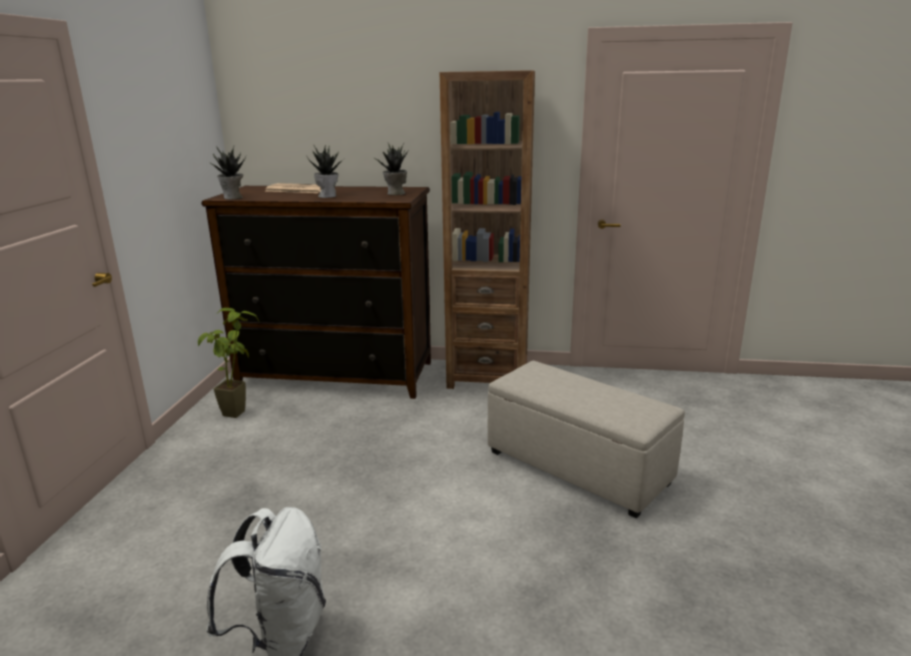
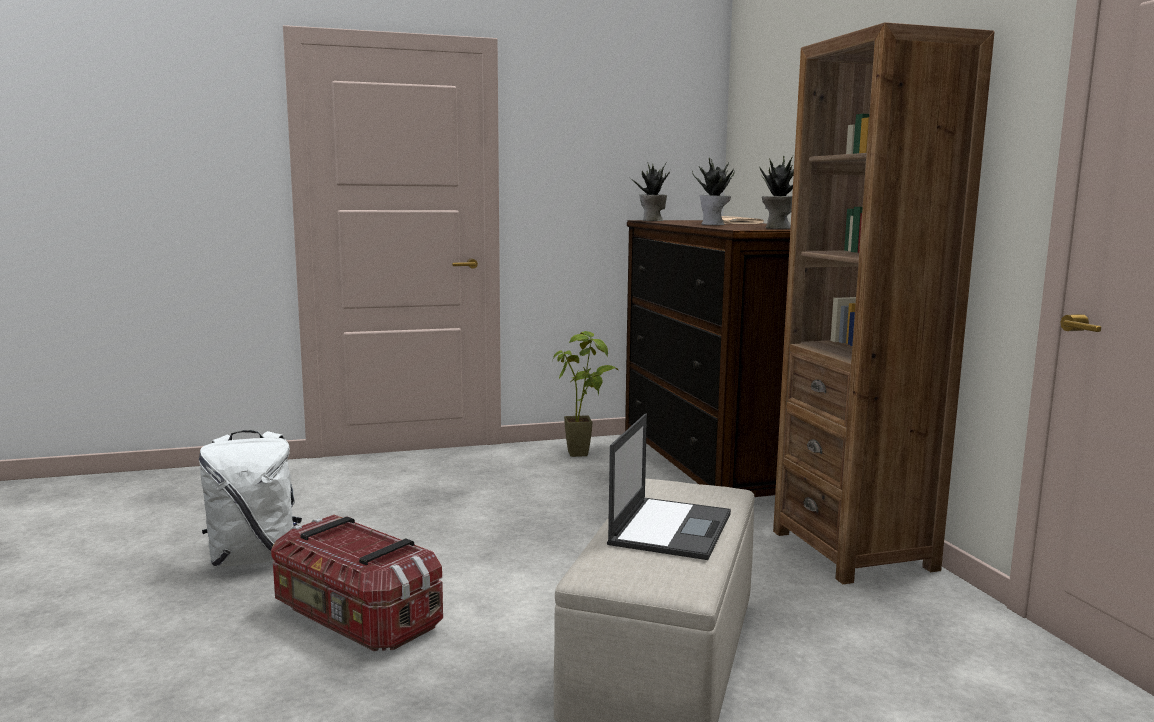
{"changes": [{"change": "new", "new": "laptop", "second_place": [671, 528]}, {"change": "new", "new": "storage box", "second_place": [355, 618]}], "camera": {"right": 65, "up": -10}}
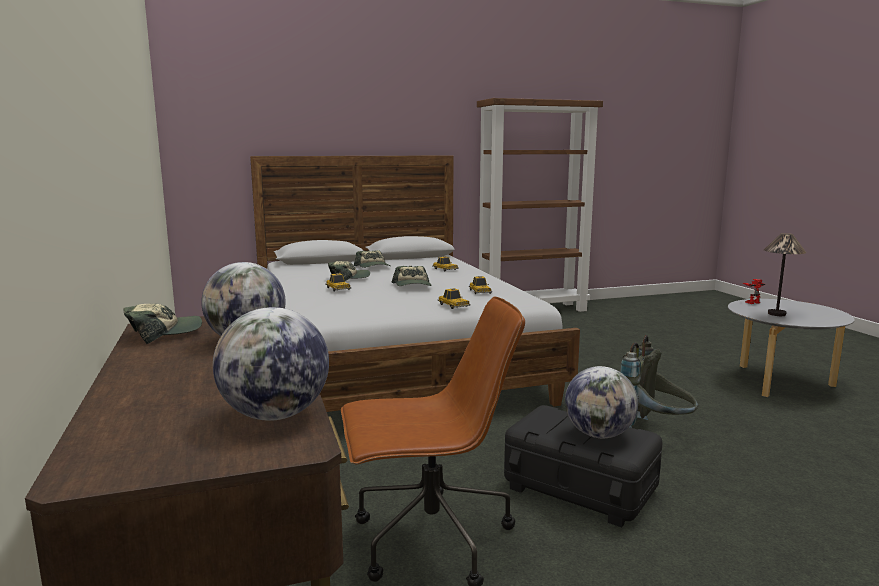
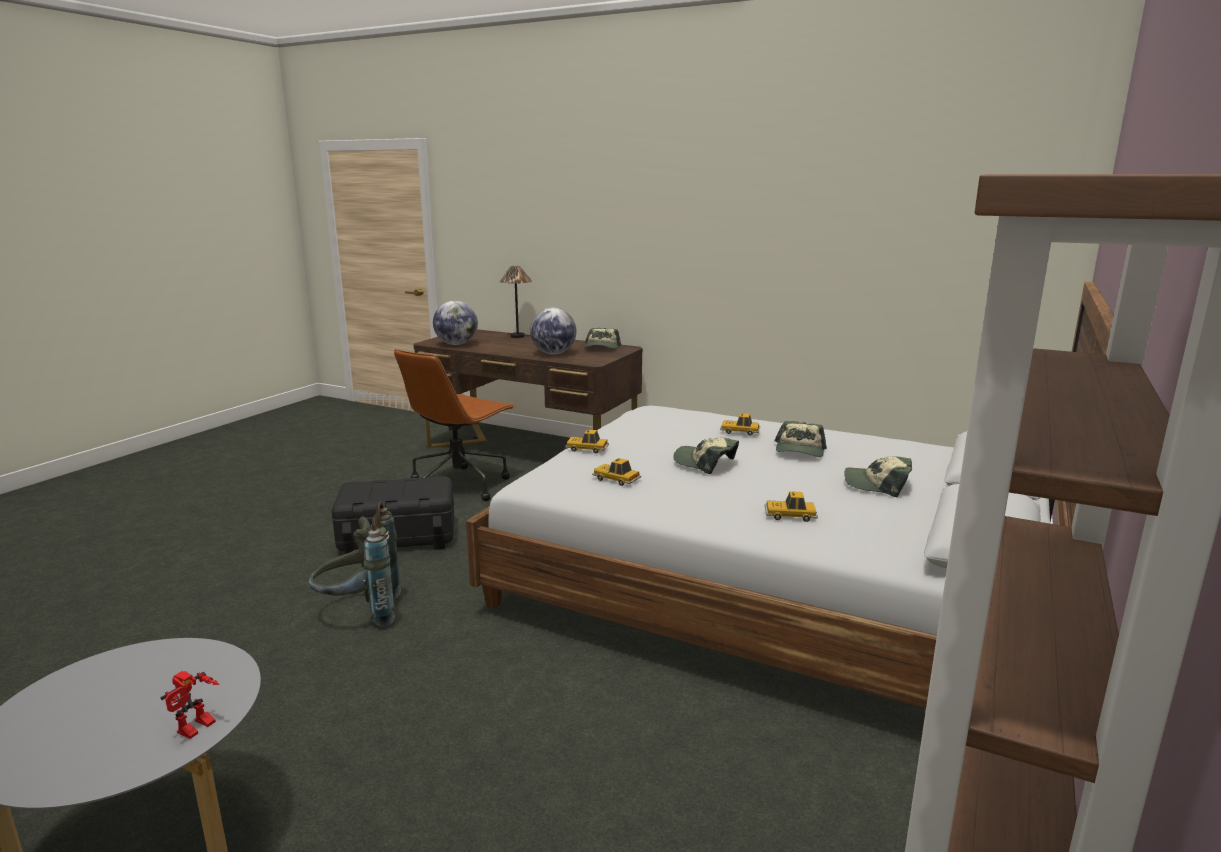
{"changes": [{"change": "shifted", "old": "table lamp", "first_place": [776, 314], "second_place": [517, 336]}, {"change": "gone", "old": "globe", "first_place": [599, 434]}], "camera": {"right": 135, "up": 5}}
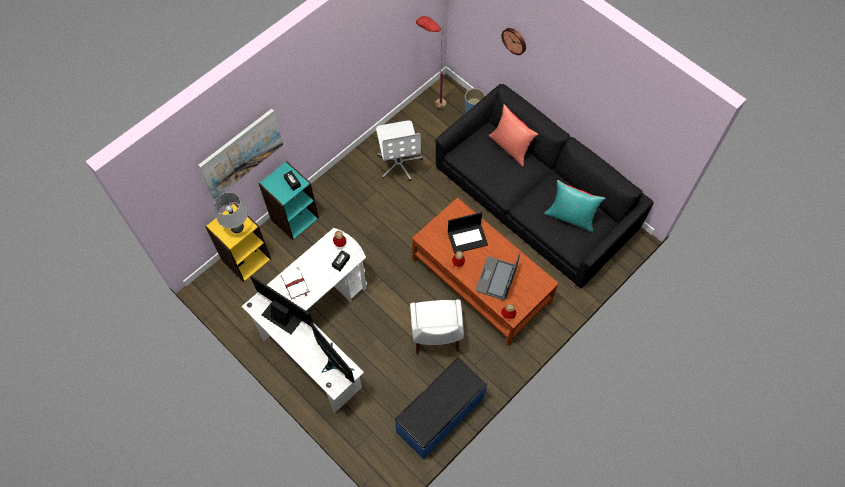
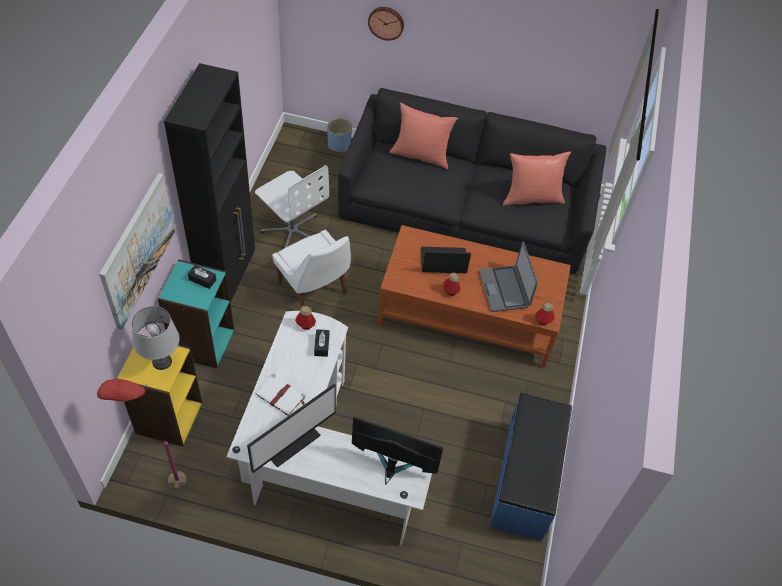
{"changes": [{"change": "shifted", "old": "floor lamp (red)", "first_place": [431, 104], "second_place": [162, 487]}, {"change": "repainted", "old": "pillow (turquoise)", "new": "pillow (red)", "first_place": [571, 217], "second_place": [532, 197]}, {"change": "rotated", "old": "laptop", "first_place": [467, 238], "second_place": [443, 261], "degrees": -135}, {"change": "rotated", "old": "monitor", "first_place": [283, 315], "second_place": [290, 441], "degrees": 135}, {"change": "shifted", "old": "chair (white)", "first_place": [436, 337], "second_place": [314, 290]}, {"change": "new", "new": "cabinet (black)", "second_place": [229, 281]}], "camera": {"right": -35, "up": -10}}
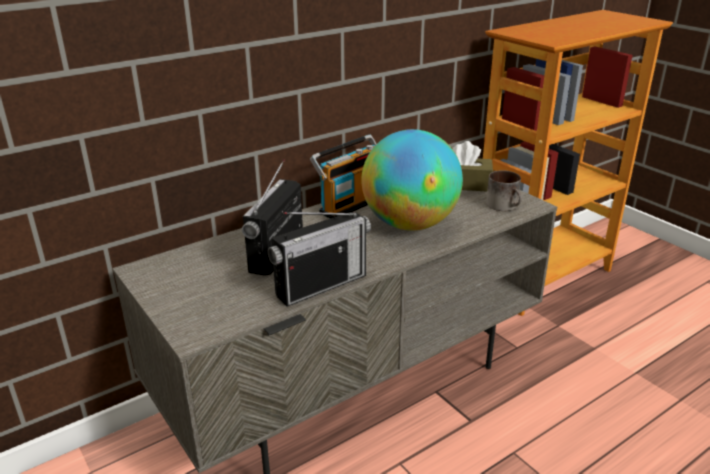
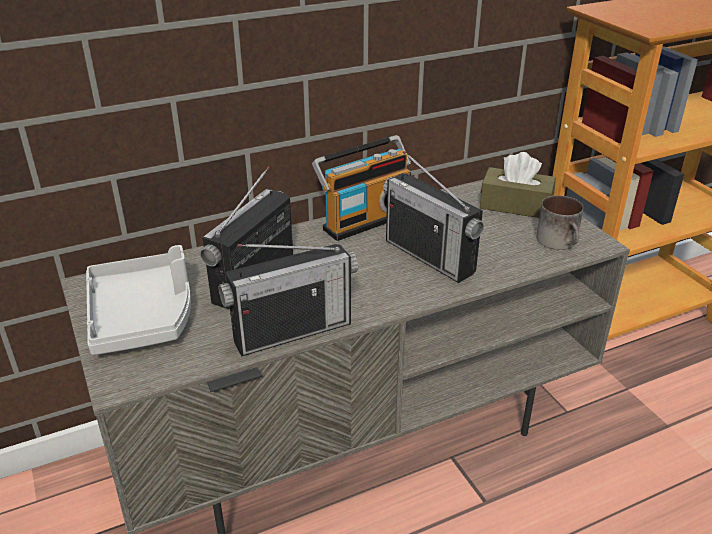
{"changes": [{"change": "swapped", "old": "globe", "new": "radio", "first_place": [410, 224], "second_place": [429, 256]}, {"change": "new", "new": "tray (grey)", "second_place": [143, 315]}], "camera": {"right": 10, "up": 5}}
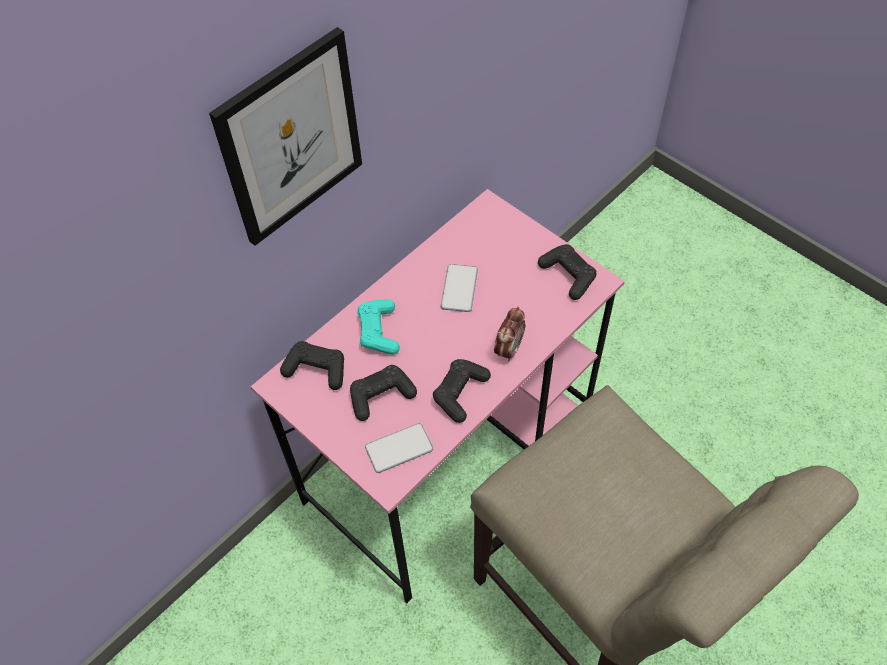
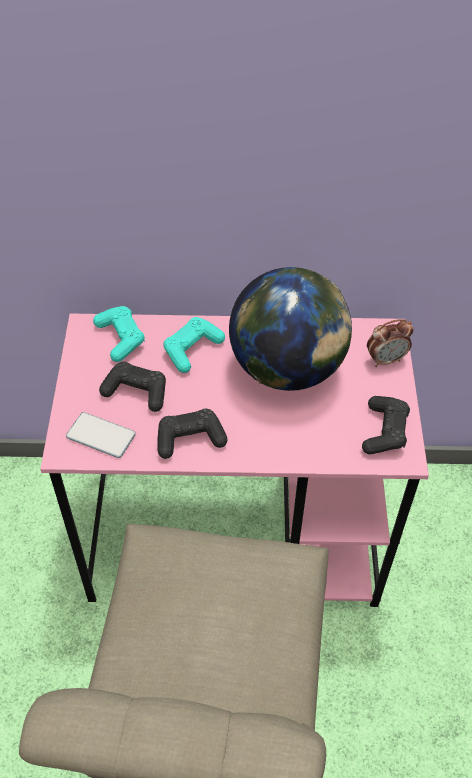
{"changes": [{"change": "gone", "old": "picture", "first_place": [291, 139]}, {"change": "swapped", "old": "phone", "new": "globe", "first_place": [459, 289], "second_place": [287, 369]}, {"change": "shifted", "old": "alarm clock", "first_place": [508, 349], "second_place": [386, 360]}, {"change": "repainted", "old": "game controller (black)", "new": "game controller (turquoise)", "first_place": [316, 369], "second_place": [120, 338]}], "camera": {"right": 45, "up": -5}}
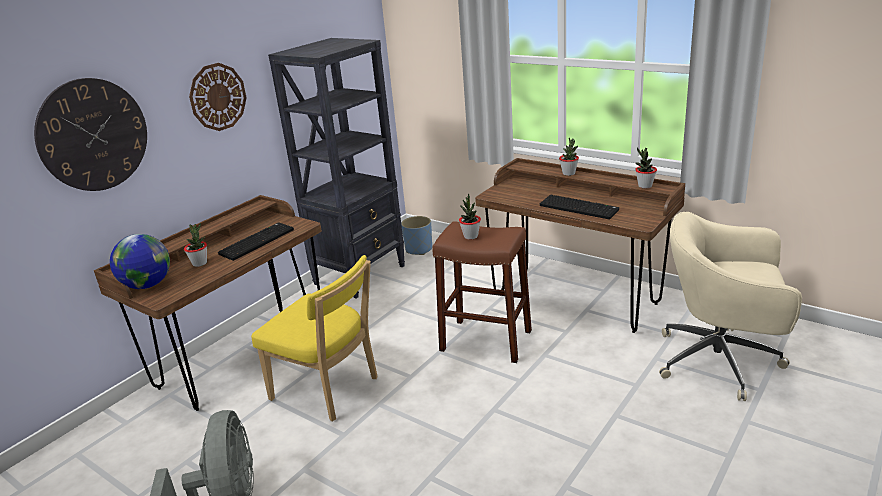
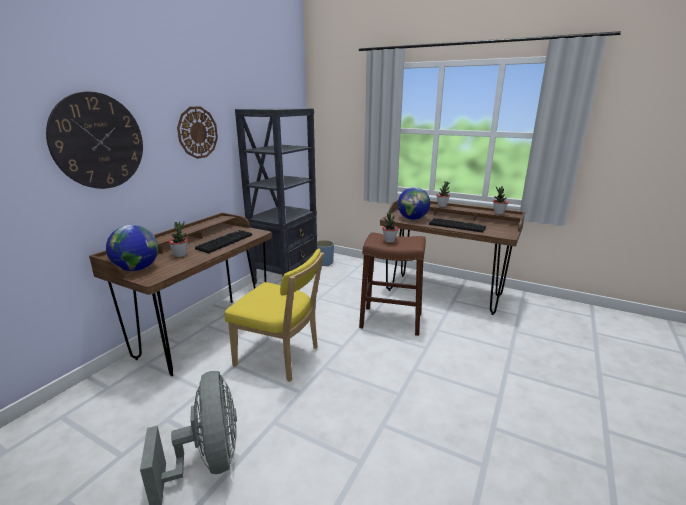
{"changes": [{"change": "gone", "old": "office chair (beige)", "first_place": [721, 361]}, {"change": "new", "new": "globe", "second_place": [413, 219]}], "camera": {"right": -10, "up": -5}}
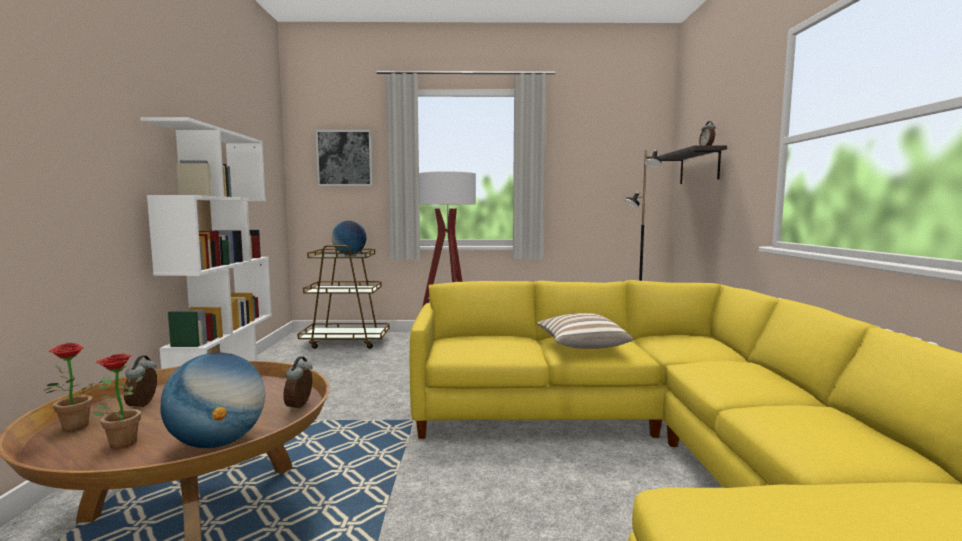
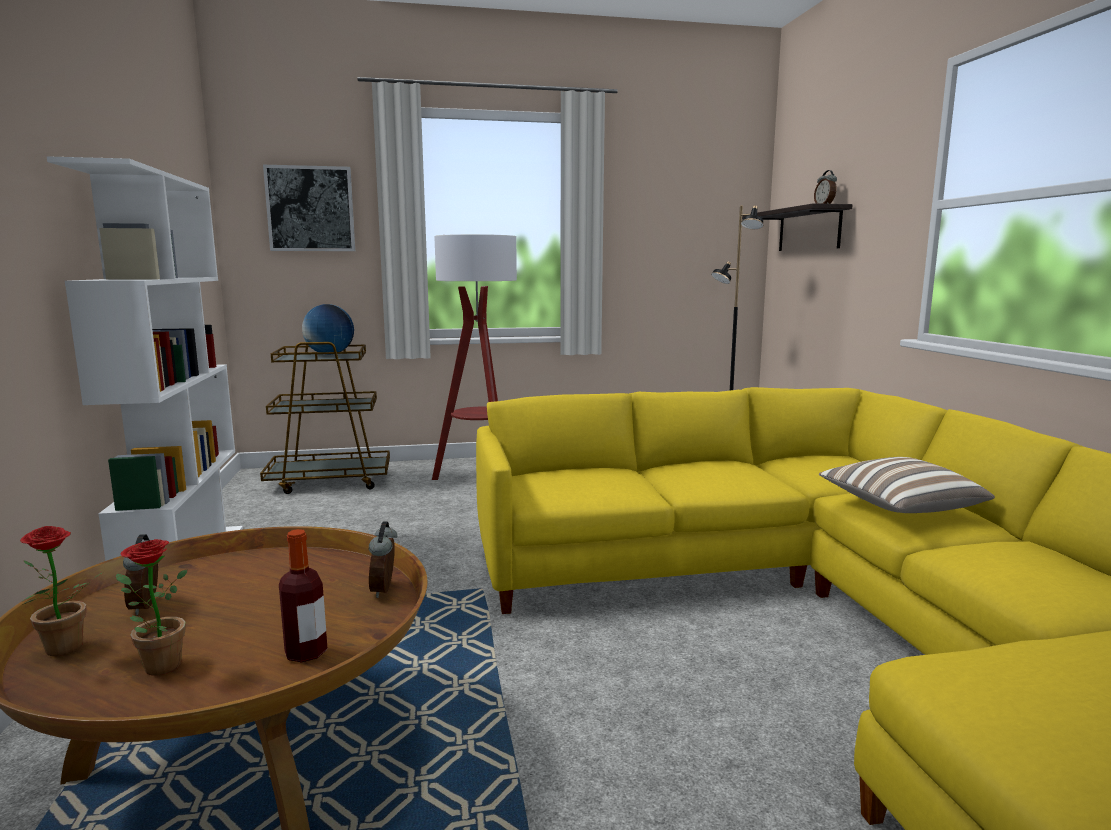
{"changes": [{"change": "shifted", "old": "pillow", "first_place": [581, 346], "second_place": [898, 507]}, {"change": "swapped", "old": "globe", "new": "bottle", "first_place": [218, 443], "second_place": [306, 653]}], "camera": {"right": -10, "up": 5}}
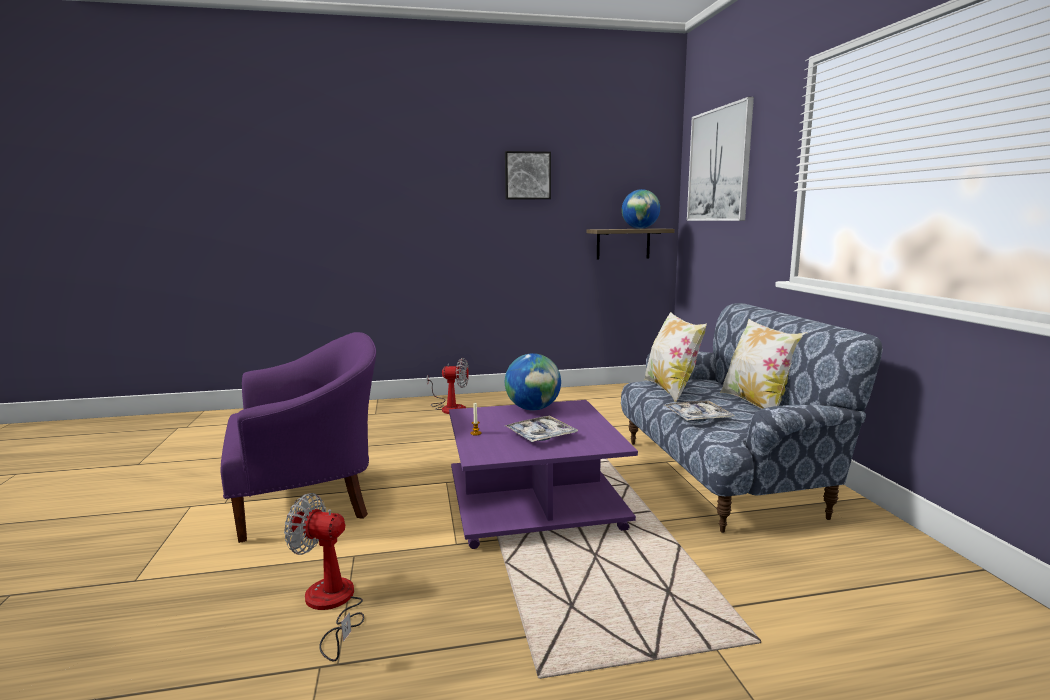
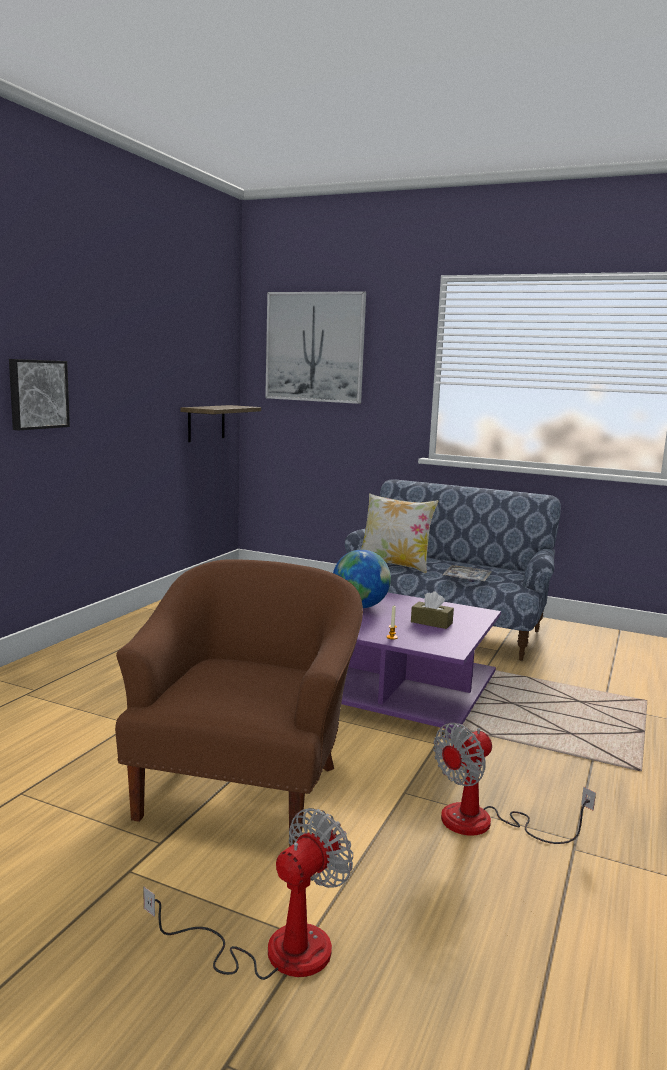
{"changes": [{"change": "shifted", "old": "picture", "first_place": [527, 175], "second_place": [37, 394]}, {"change": "gone", "old": "globe", "first_place": [640, 228]}, {"change": "gone", "old": "pillow", "first_place": [757, 403]}, {"change": "repainted", "old": "armchair (purple)", "new": "armchair (brown)", "first_place": [310, 501], "second_place": [245, 788]}, {"change": "shifted", "old": "fan", "first_place": [449, 408], "second_place": [274, 949]}, {"change": "swapped", "old": "tray", "new": "tissue box (brown)", "first_place": [540, 436], "second_place": [431, 622]}], "camera": {"right": -55, "up": 0}}
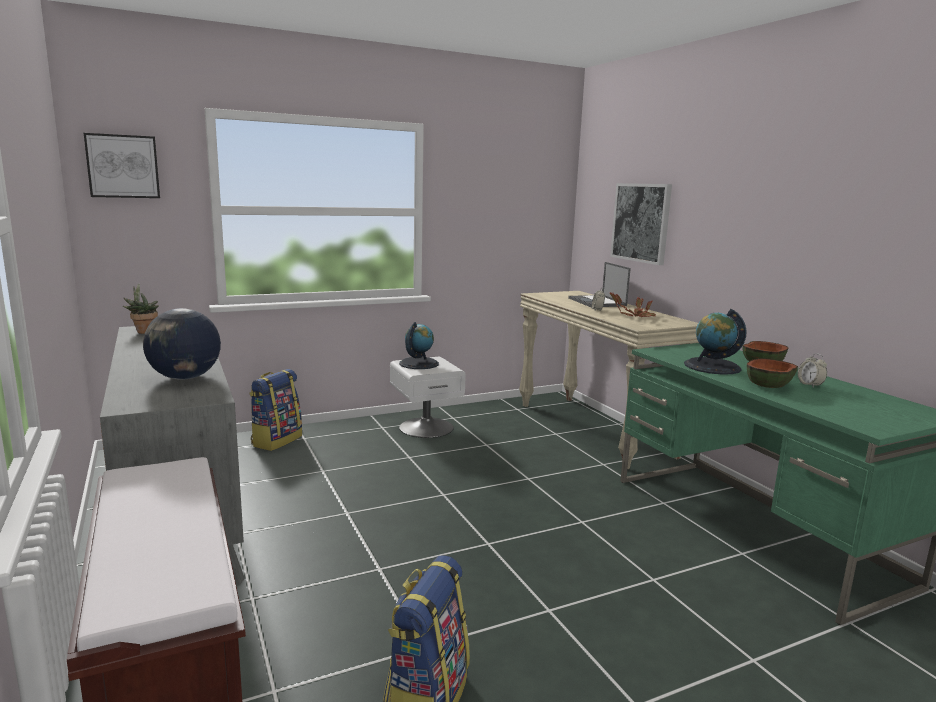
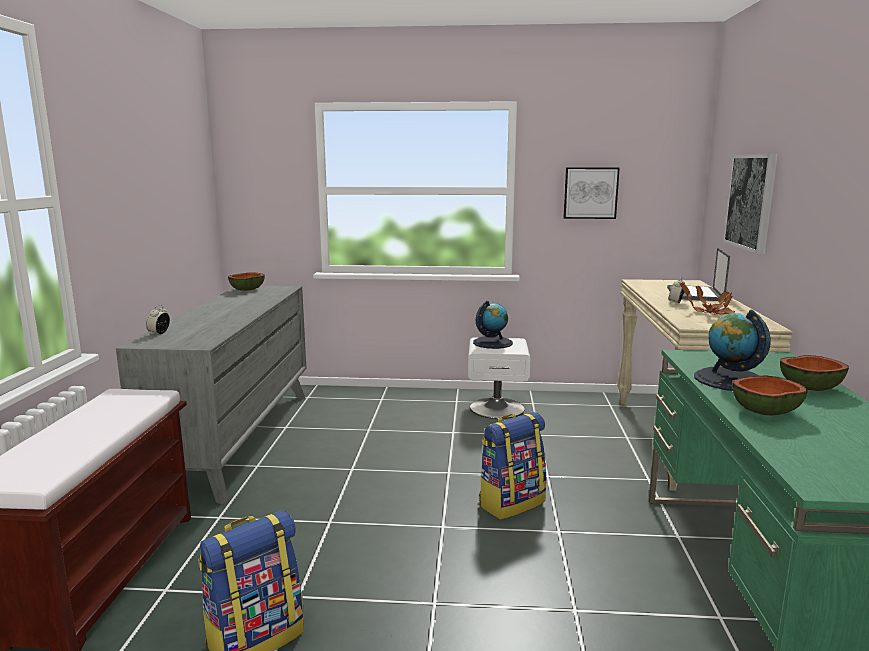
{"changes": [{"change": "shifted", "old": "picture", "first_place": [123, 166], "second_place": [590, 193]}, {"change": "swapped", "old": "potted plant", "new": "bowl", "first_place": [144, 331], "second_place": [247, 290]}, {"change": "gone", "old": "globe", "first_place": [185, 378]}, {"change": "shifted", "old": "alarm clock", "first_place": [810, 385], "second_place": [159, 333]}, {"change": "shifted", "old": "backpack", "first_place": [276, 440], "second_place": [511, 503]}], "camera": {"right": 30, "up": 0}}
